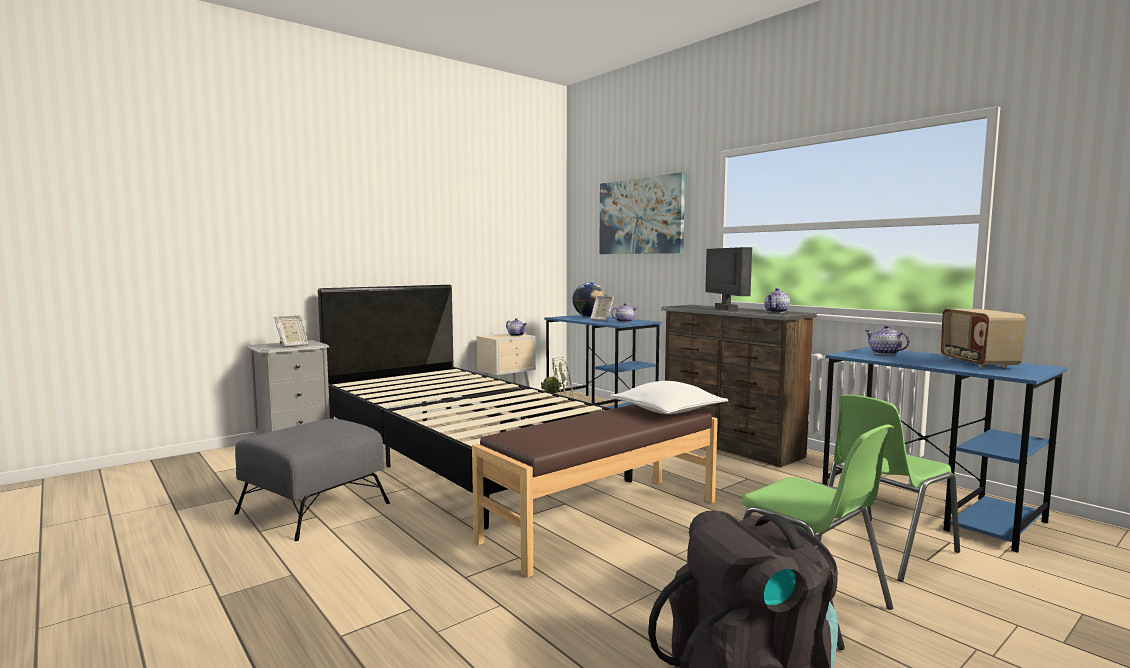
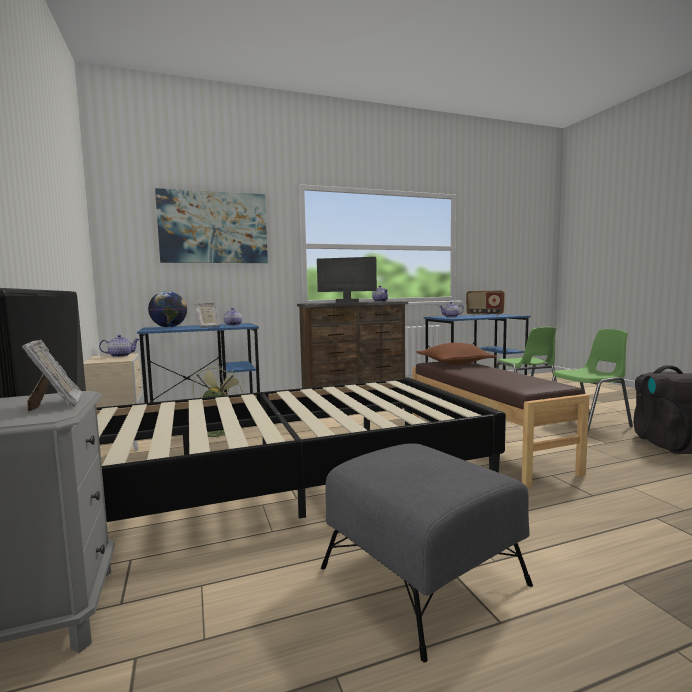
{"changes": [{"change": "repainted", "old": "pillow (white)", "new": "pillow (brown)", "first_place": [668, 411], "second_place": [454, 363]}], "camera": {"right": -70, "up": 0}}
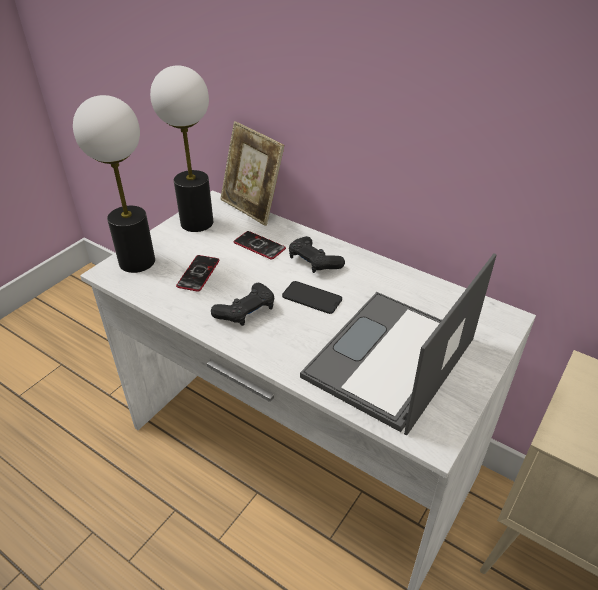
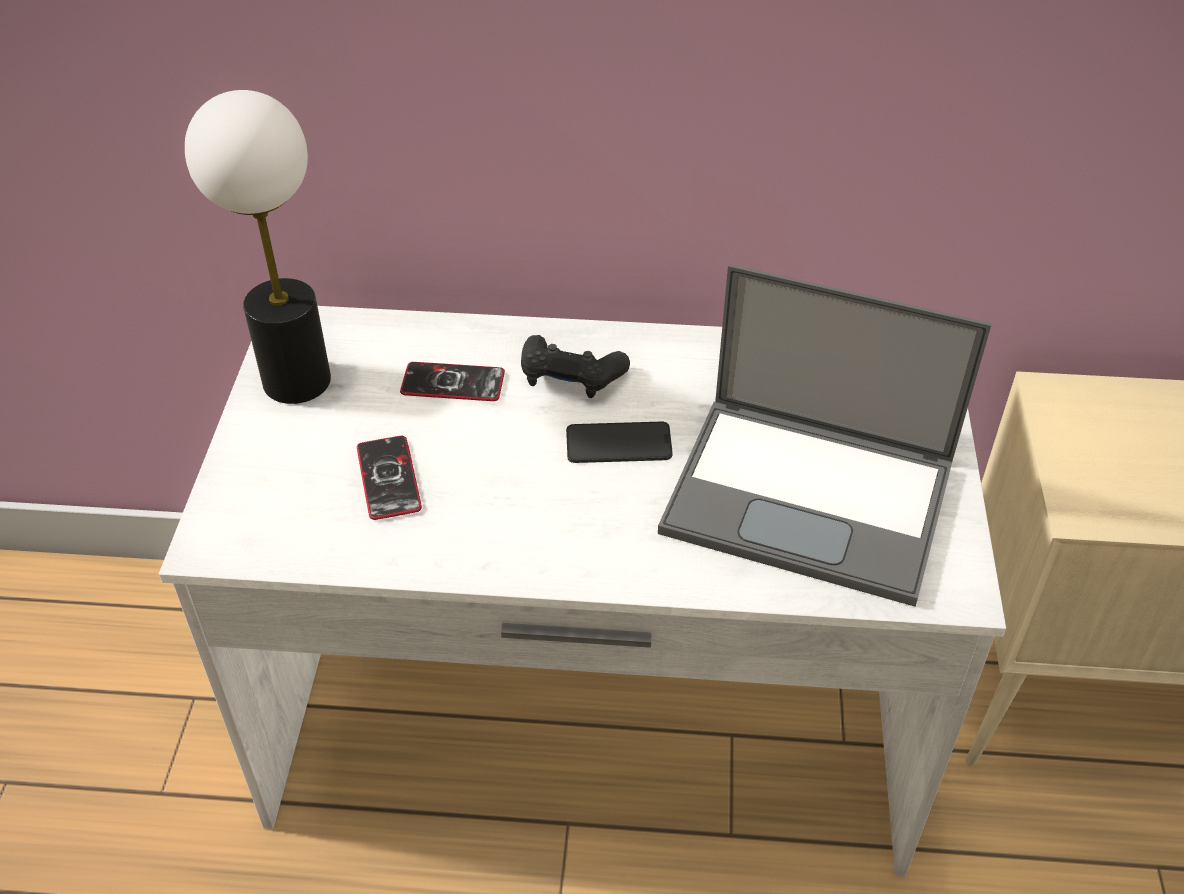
{"changes": [{"change": "gone", "old": "table lamp", "first_place": [137, 261]}, {"change": "gone", "old": "picture frame", "first_place": [252, 208]}, {"change": "rotated", "old": "laptop", "first_place": [389, 360], "second_place": [813, 497], "degrees": -75}, {"change": "gone", "old": "game controller (black)", "first_place": [246, 311]}], "camera": {"right": -30, "up": 5}}
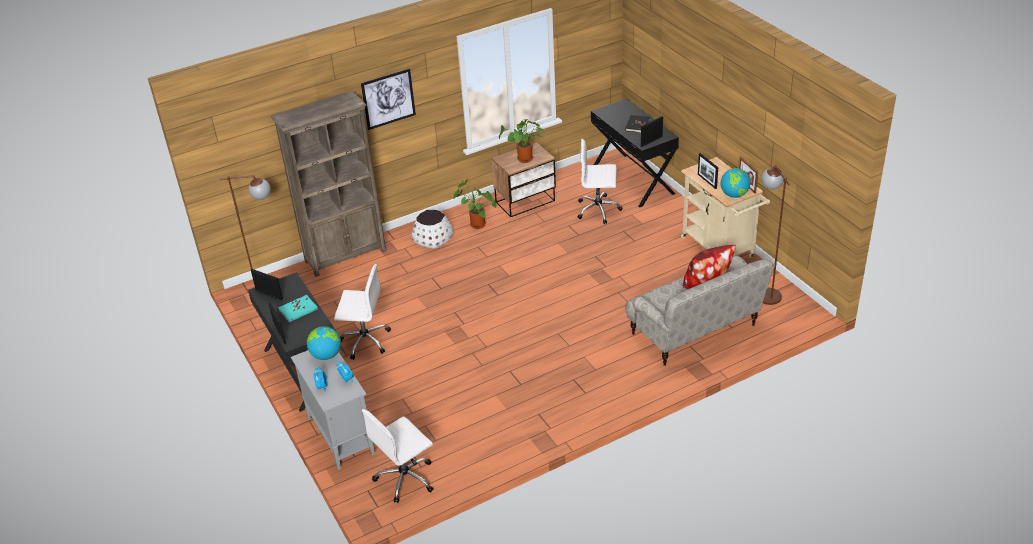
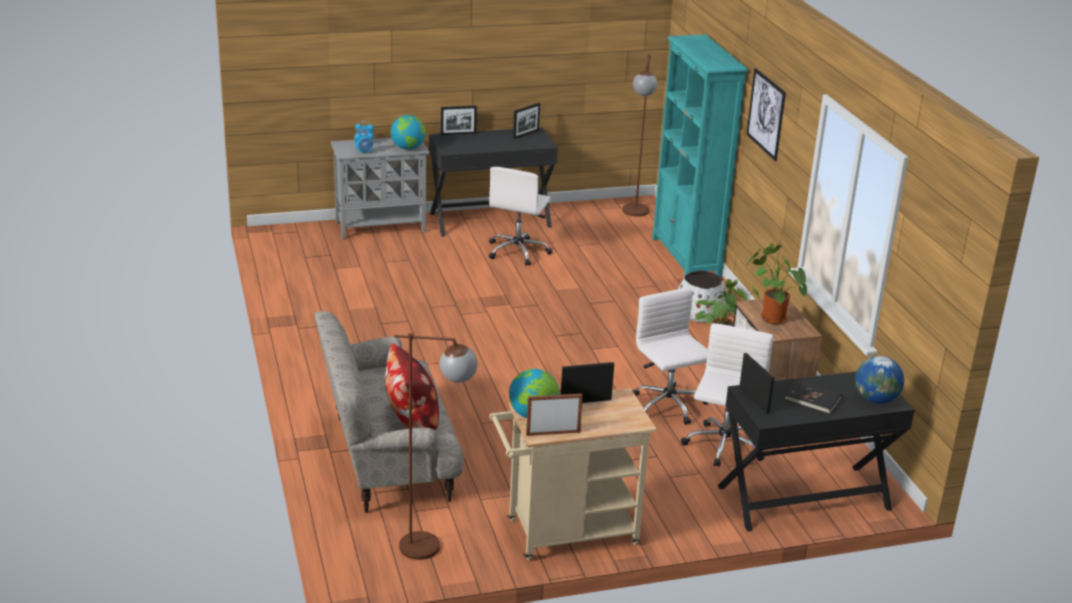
{"changes": [{"change": "repainted", "old": "bookcase (brown)", "new": "bookcase (turquoise)", "first_place": [346, 256], "second_place": [686, 257]}, {"change": "gone", "old": "book (turquoise)", "first_place": [298, 310]}, {"change": "shifted", "old": "office chair (white)", "first_place": [406, 478], "second_place": [668, 406]}, {"change": "new", "new": "globe", "second_place": [875, 400]}], "camera": {"right": 100, "up": -10}}
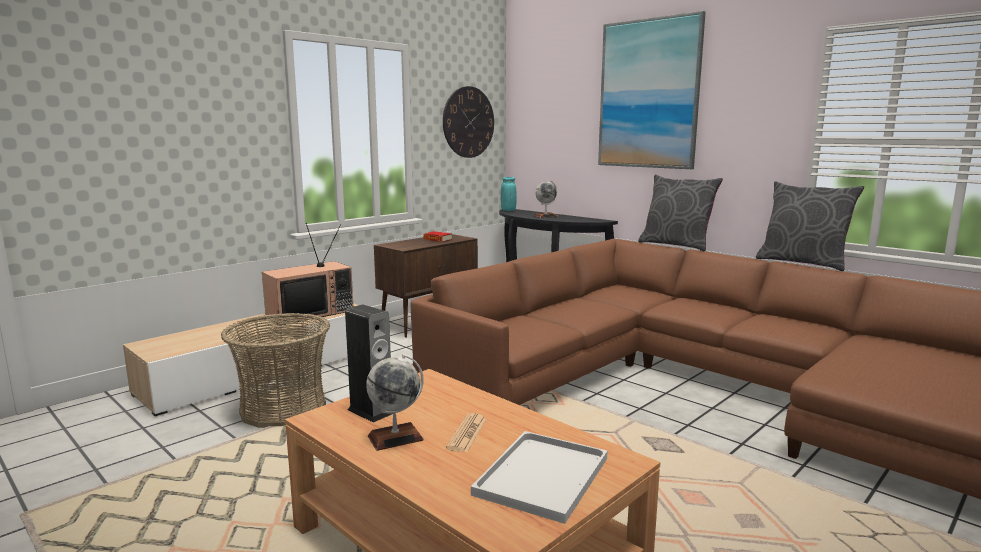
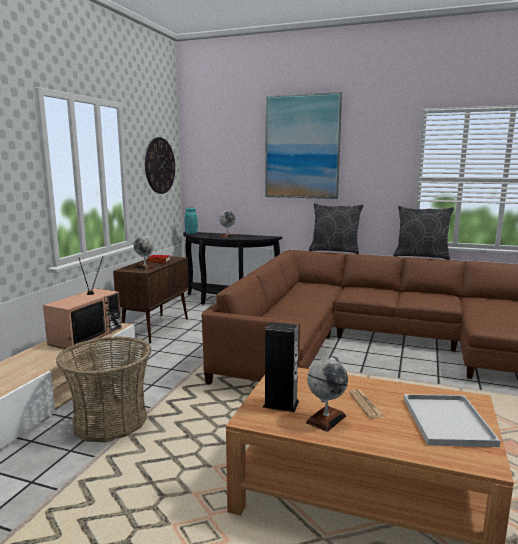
{"changes": [{"change": "new", "new": "globe", "second_place": [145, 267]}], "camera": {"right": -25, "up": 0}}
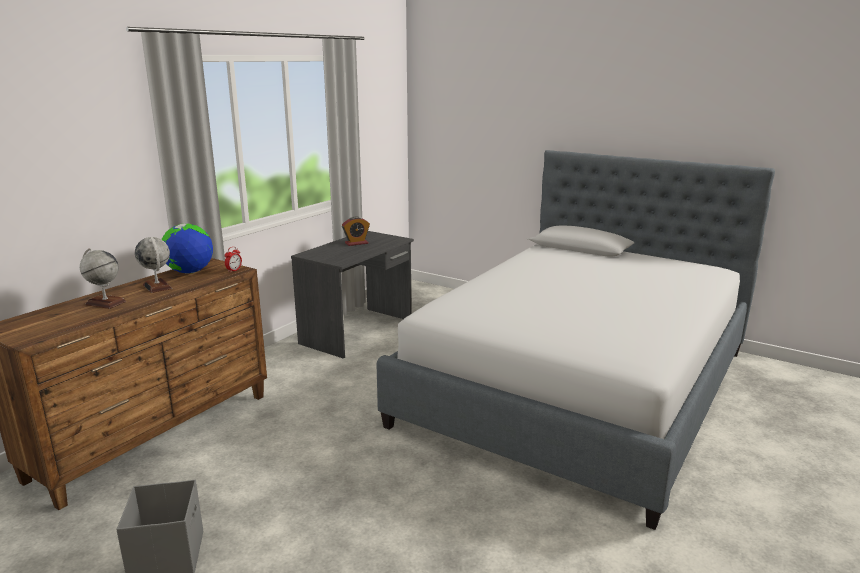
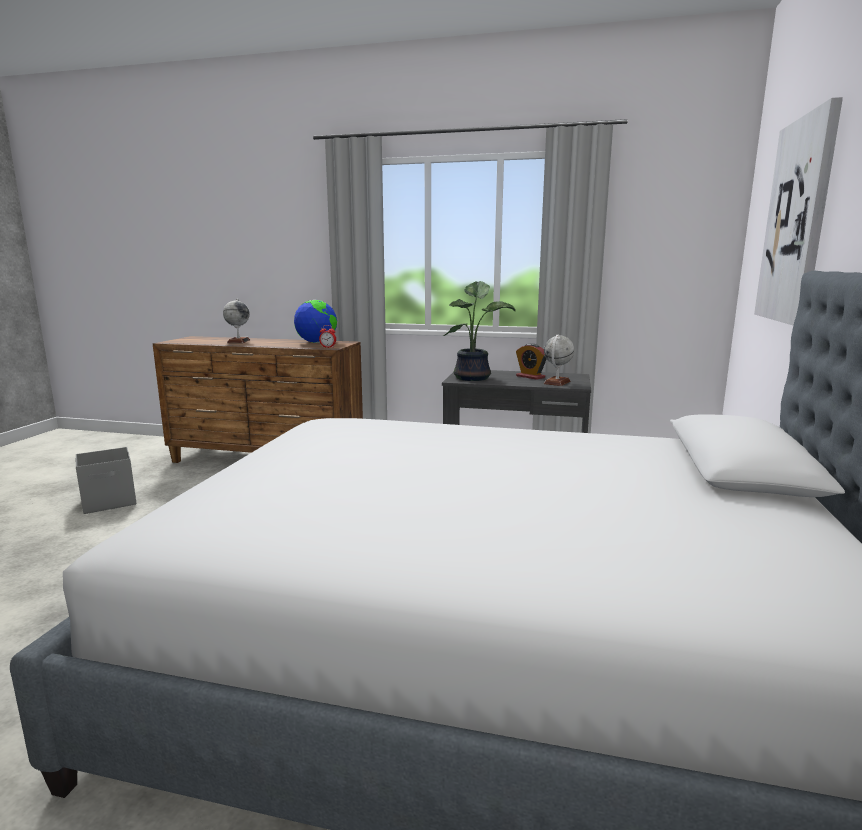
{"changes": [{"change": "shifted", "old": "globe", "first_place": [157, 286], "second_place": [557, 382]}, {"change": "new", "new": "picture", "second_place": [797, 222]}, {"change": "new", "new": "potted plant", "second_place": [474, 377]}], "camera": {"right": 70, "up": -5}}
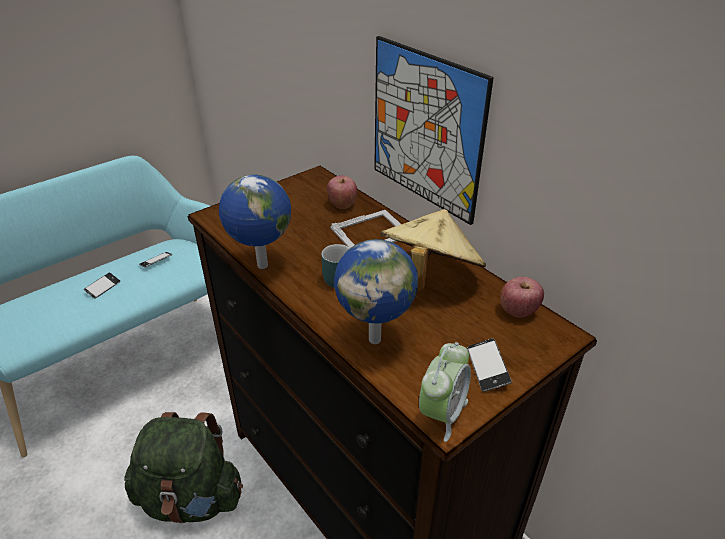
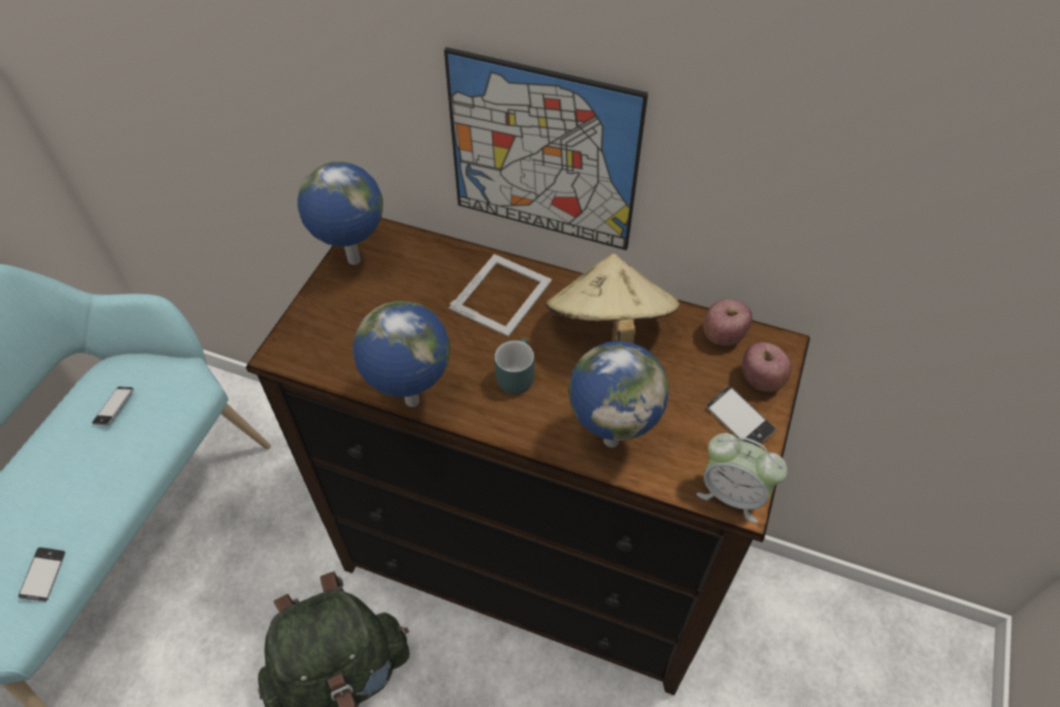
{"changes": [{"change": "shifted", "old": "apple", "first_place": [342, 204], "second_place": [761, 380]}, {"change": "shifted", "old": "phone", "first_place": [103, 287], "second_place": [44, 576]}, {"change": "rotated", "old": "alarm clock", "first_place": [442, 413], "second_place": [732, 494], "degrees": 120}, {"change": "new", "new": "globe", "second_place": [353, 261]}], "camera": {"right": -30, "up": 15}}
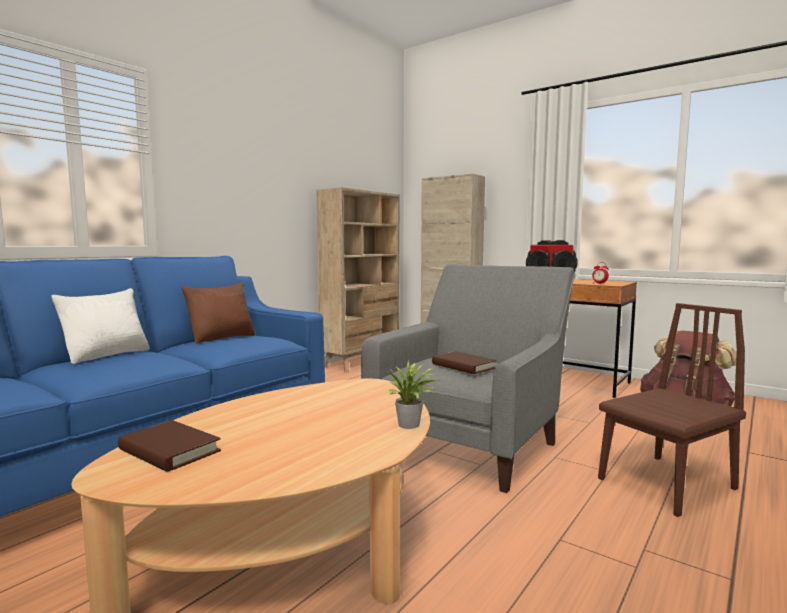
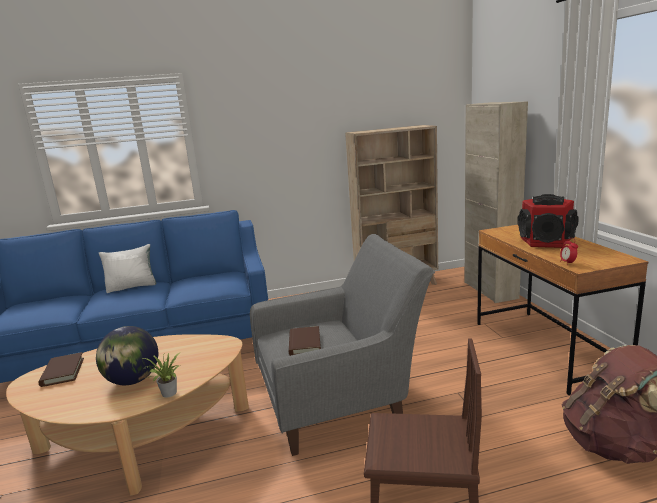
{"changes": [{"change": "gone", "old": "pillow (brown)", "first_place": [222, 338]}, {"change": "new", "new": "globe", "second_place": [133, 380]}], "camera": {"right": 40, "up": 10}}
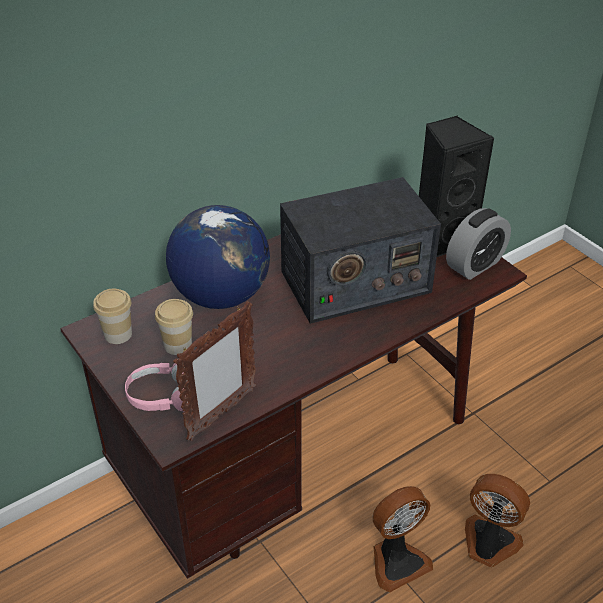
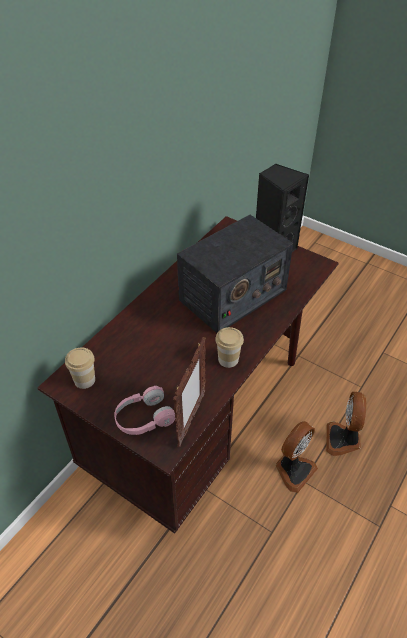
{"changes": [{"change": "gone", "old": "globe", "first_place": [221, 295]}, {"change": "gone", "old": "alarm clock", "first_place": [475, 265]}, {"change": "shifted", "old": "cup", "first_place": [178, 345], "second_place": [228, 359]}, {"change": "rotated", "old": "fan", "first_place": [488, 544], "second_place": [343, 440], "degrees": -90}], "camera": {"right": -20, "up": 5}}
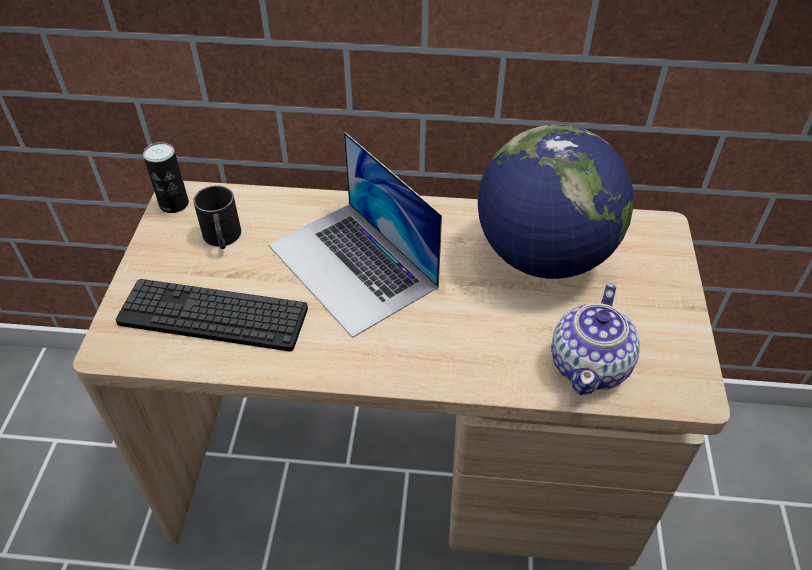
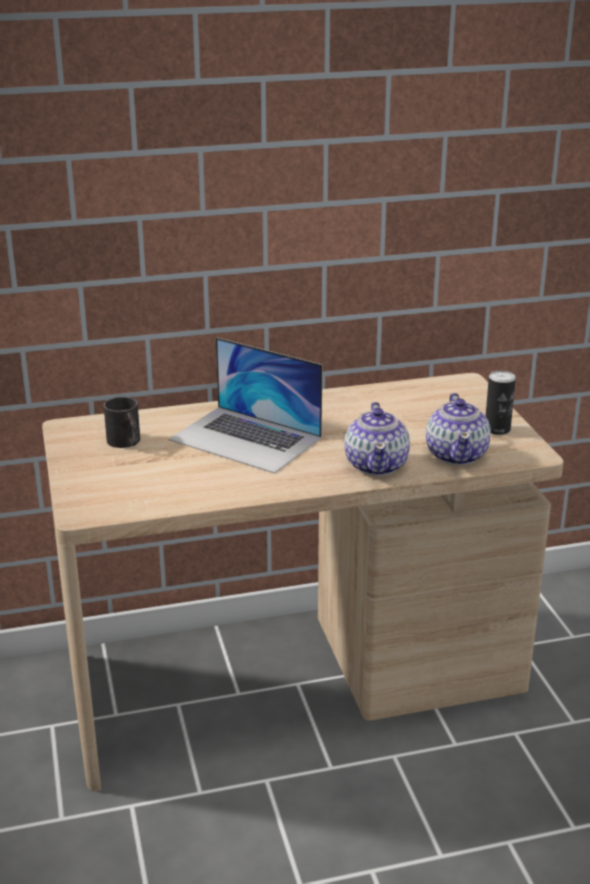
{"changes": [{"change": "gone", "old": "globe", "first_place": [543, 256]}, {"change": "shifted", "old": "can", "first_place": [174, 204], "second_place": [497, 429]}, {"change": "gone", "old": "keyboard", "first_place": [213, 316]}, {"change": "new", "new": "teapot", "second_place": [377, 465]}], "camera": {"right": -20, "up": -20}}
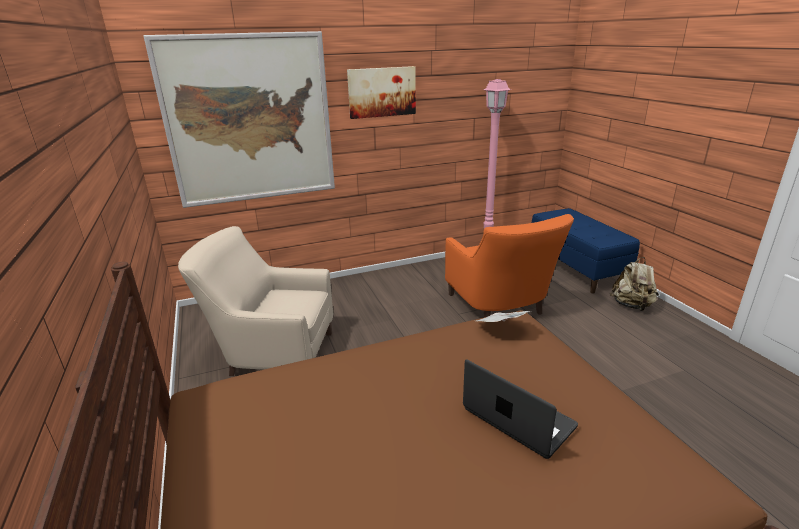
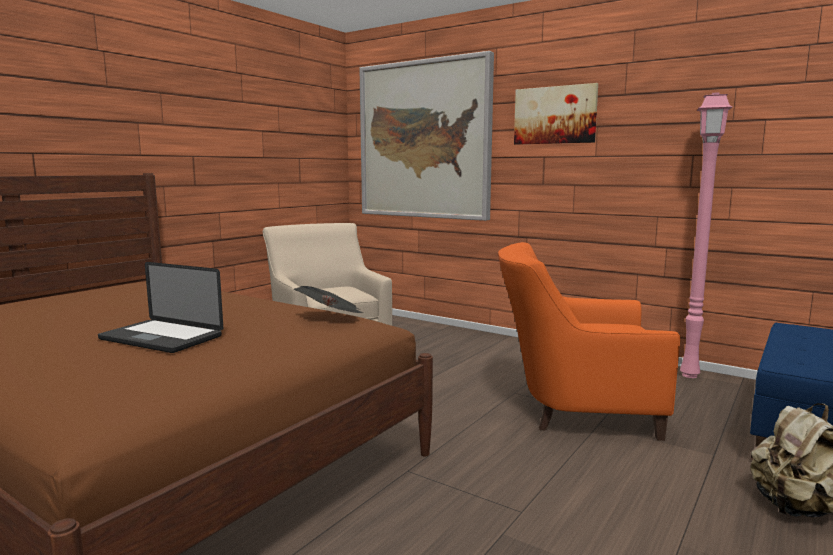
{"changes": [{"change": "rotated", "old": "armchair (orange)", "first_place": [501, 307], "second_place": [574, 411], "degrees": 60}, {"change": "rotated", "old": "laptop", "first_place": [518, 418], "second_place": [161, 338], "degrees": 105}], "camera": {"right": 55, "up": -15}}
